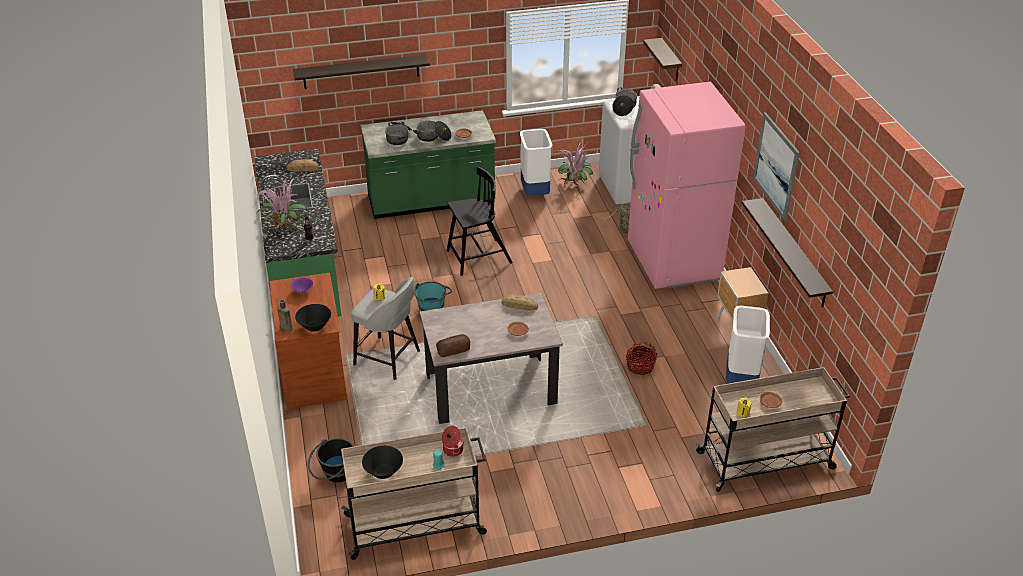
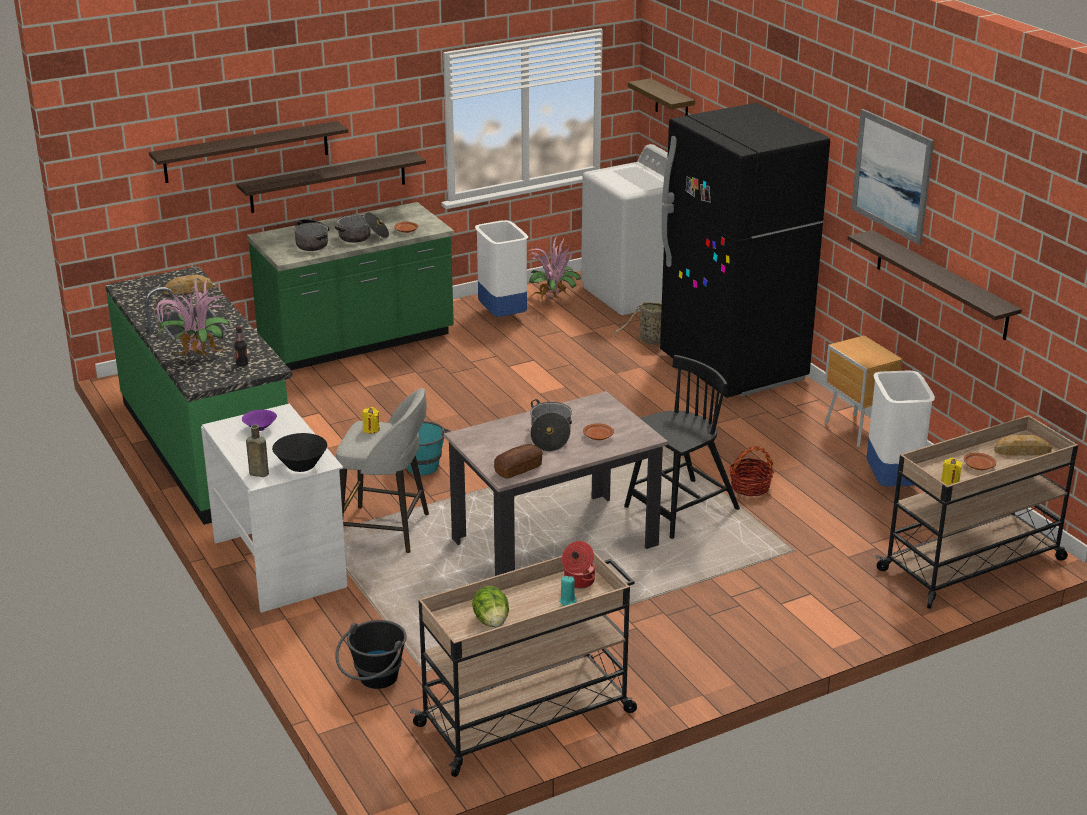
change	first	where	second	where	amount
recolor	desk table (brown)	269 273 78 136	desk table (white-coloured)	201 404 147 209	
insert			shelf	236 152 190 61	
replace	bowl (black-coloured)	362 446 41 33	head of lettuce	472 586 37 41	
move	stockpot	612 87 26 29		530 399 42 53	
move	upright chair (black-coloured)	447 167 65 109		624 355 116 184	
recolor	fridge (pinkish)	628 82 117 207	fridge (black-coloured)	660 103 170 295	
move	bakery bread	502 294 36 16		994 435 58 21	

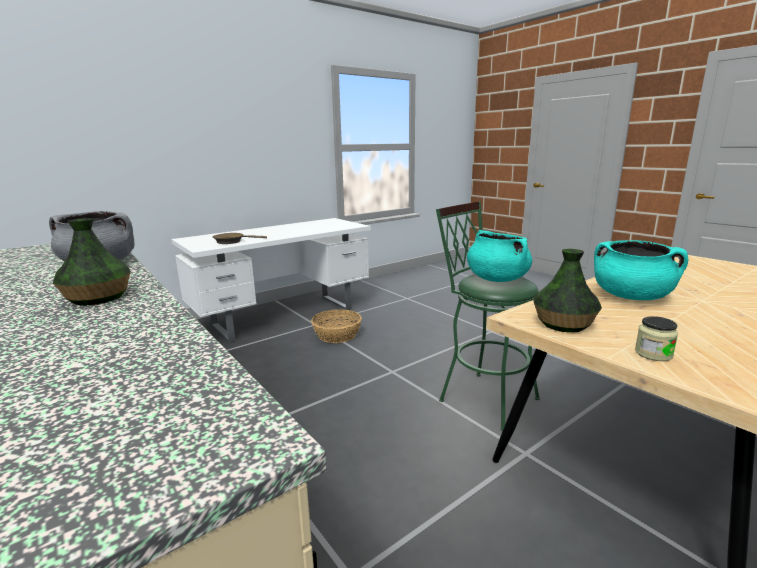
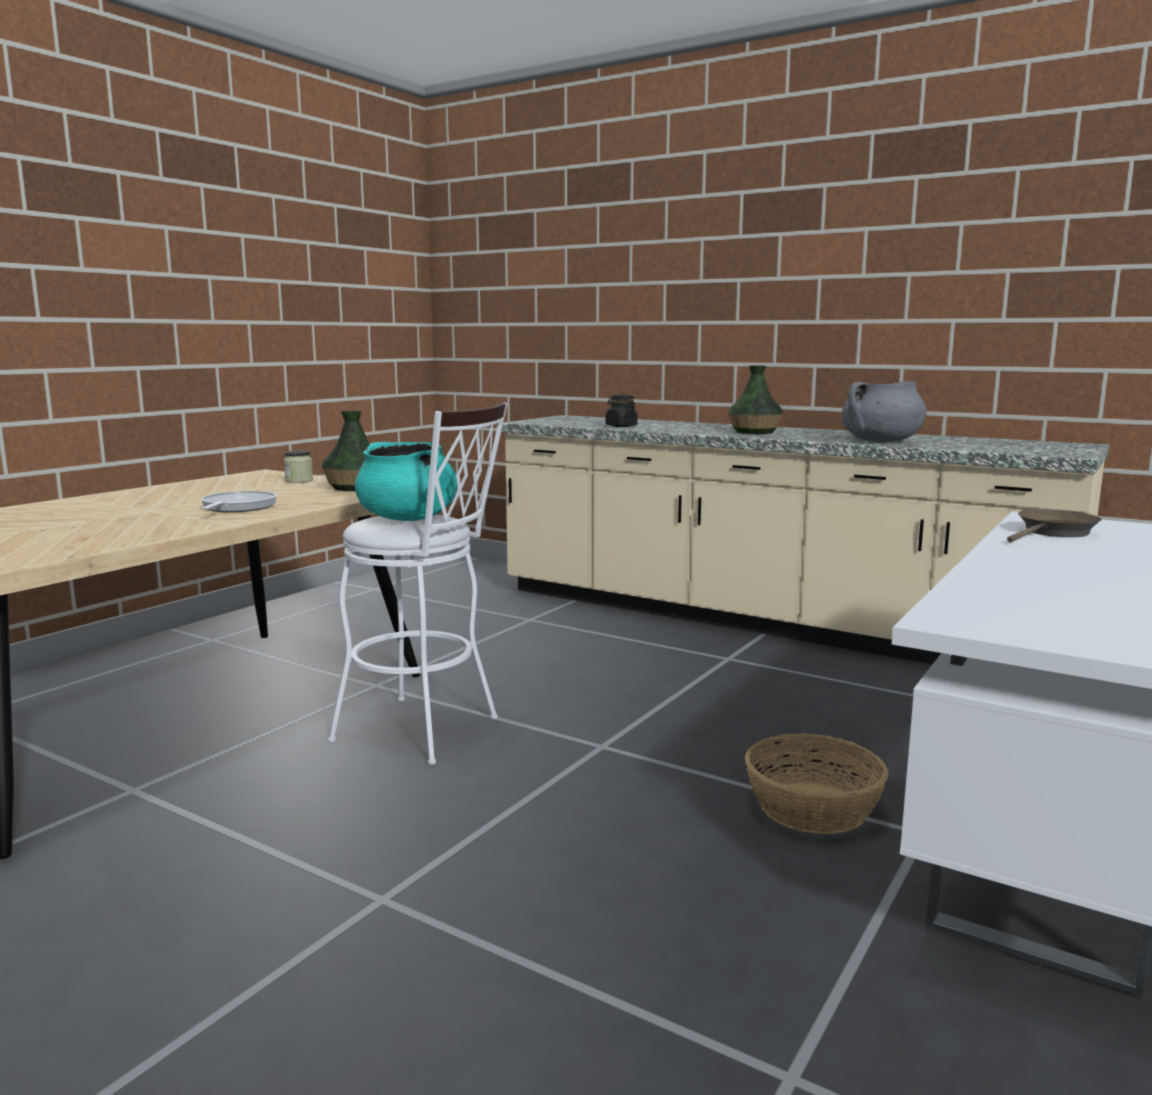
change	first	where	second	where	amount
replace	stockpot (turquoise-coloured)	594 240 94 60	pan	201 491 76 21	
recolor	stool seat (green-coloured)	436 201 104 230	stool seat (white-coloured)	328 402 179 363	
insert			jar (black-coloured)	605 395 33 32	

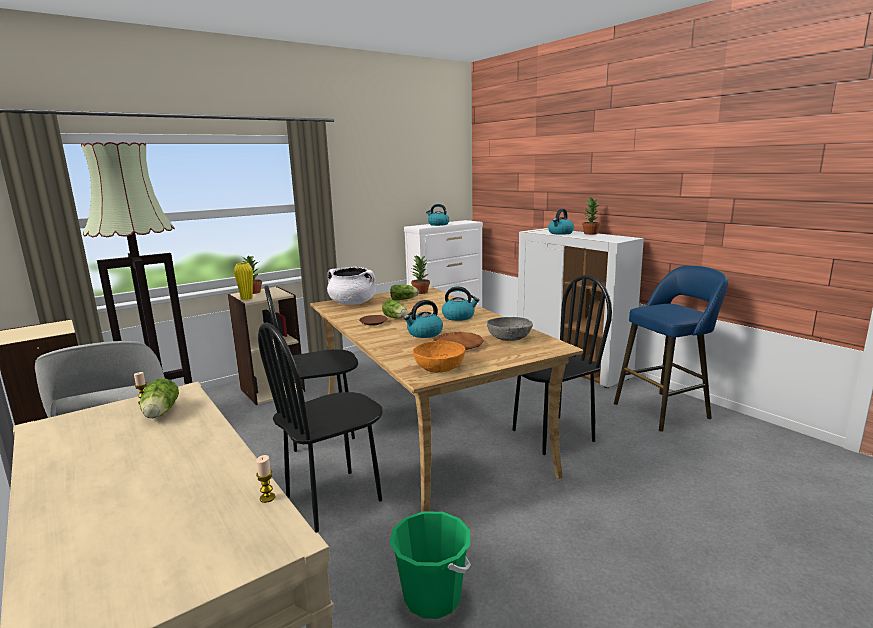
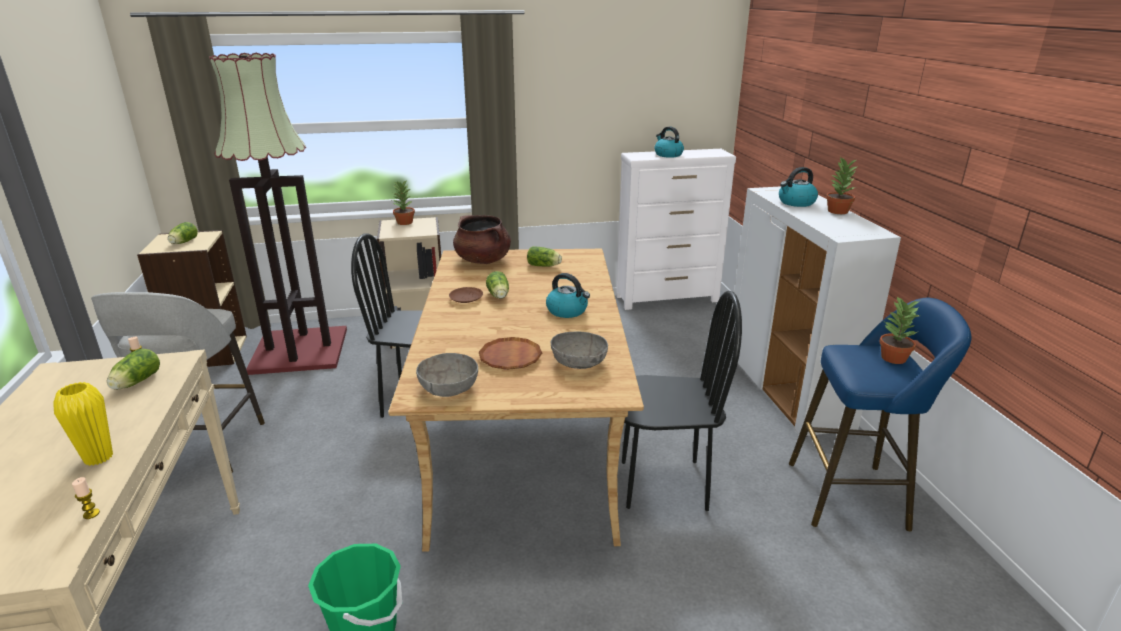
change	first	where	second	where	amount
move	decorative vase (yellow)	234 263 19 37		53 382 60 84	
insert			head of lettuce	168 222 30 22	
recolor	bowl (orange)	413 341 52 32	bowl (gray)	416 353 62 44	
recolor	stockpot (white-coloured)	327 267 49 38	stockpot (brown)	453 215 58 49	
move	houseplant	411 255 19 39		879 297 40 67	
delete	upright chair (black-coloured)	258 323 125 209			
delete	water kettle	404 300 39 38			

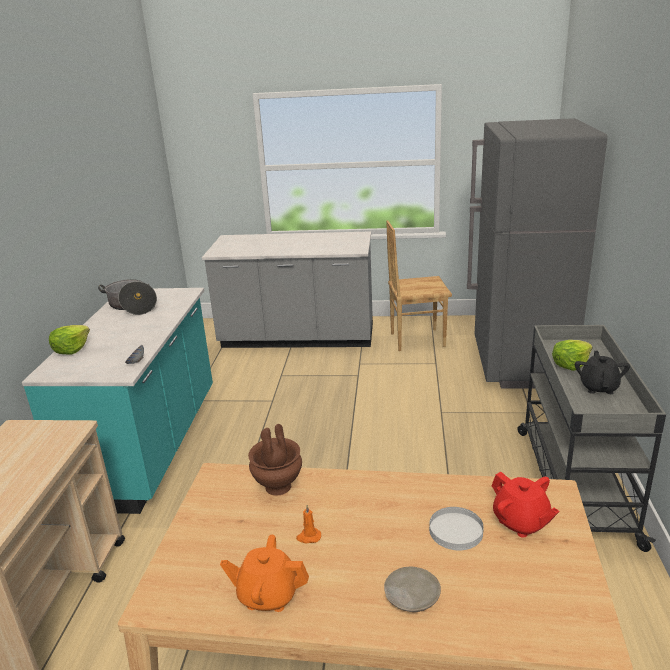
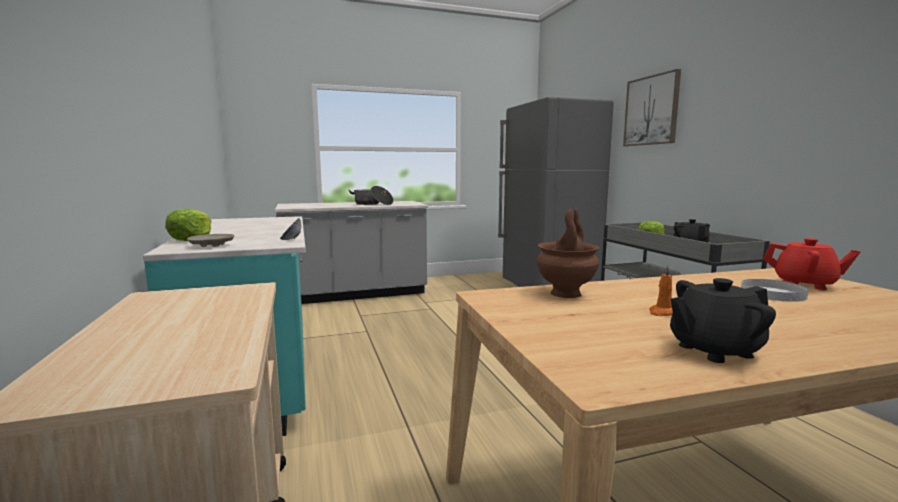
change	first	where	second	where	amount
move	plate (beige)	384 567 57 45		187 234 47 13	
move	stockpot	98 279 59 36		349 186 45 19	
insert			picture	623 69 58 77	
recolor	teapot (orange)	220 535 89 77	teapot (black-coloured)	670 278 106 85	
delete	upright chair (brown)	386 220 66 131			

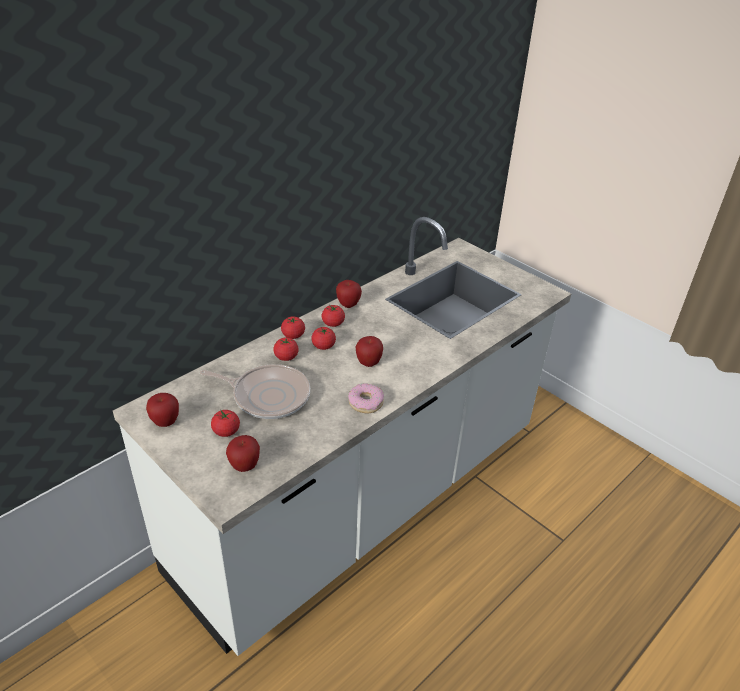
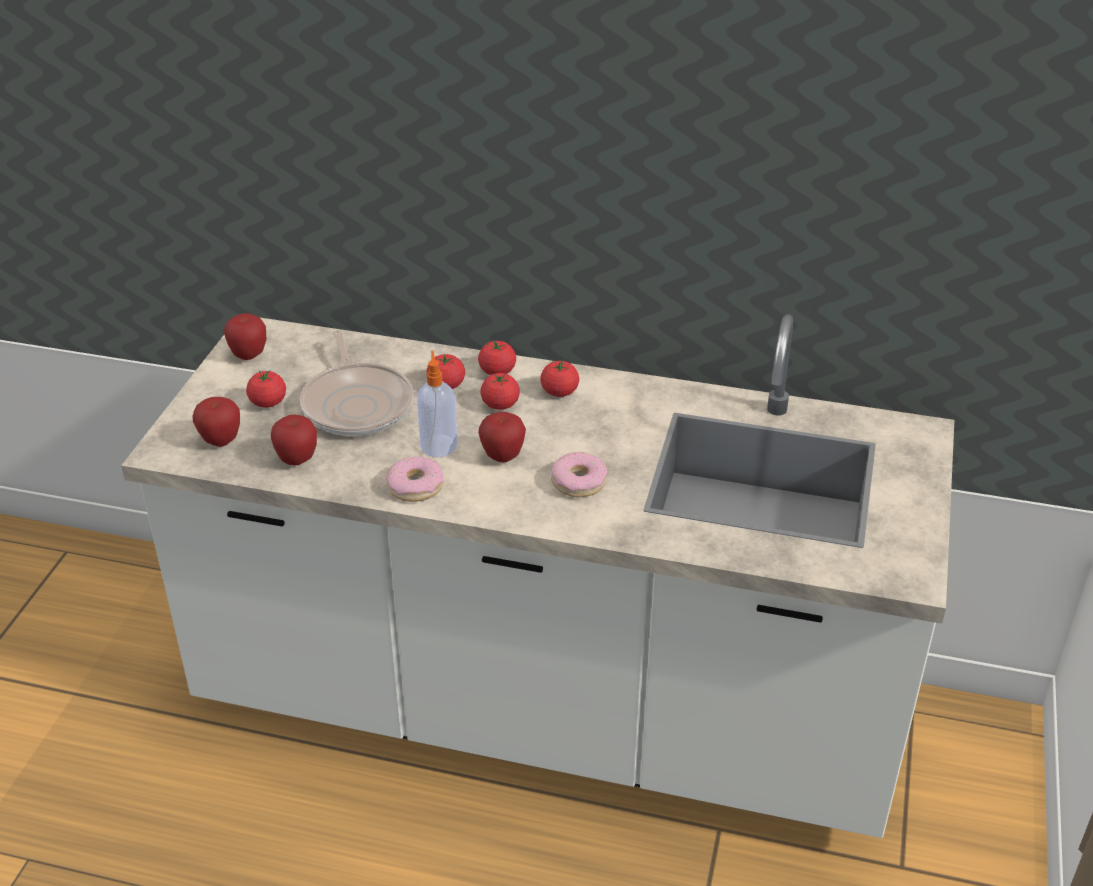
change	first	where	second	where	amount
move	apple	336 280 26 28		271 415 46 50	
insert			soap dispenser	417 351 40 106	
insert			donut	551 452 57 45	

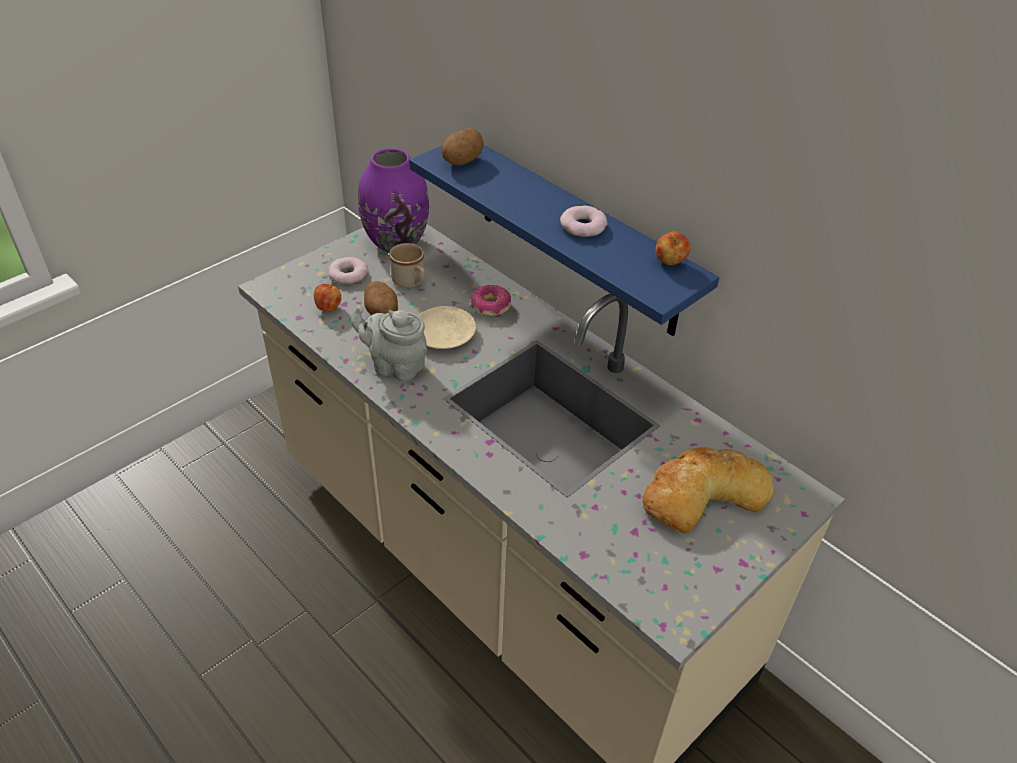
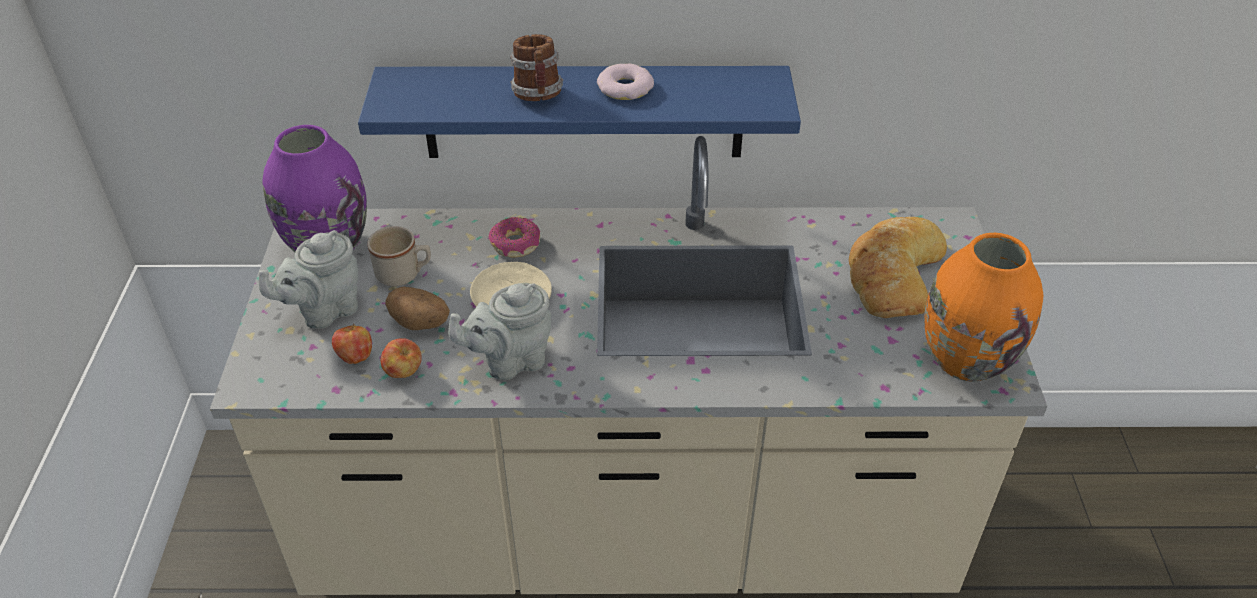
change	first	where	second	where	amount
replace	donut	328 257 40 27	teapot (gray)	259 230 99 99	
move	apple	656 231 35 34		381 338 41 40	
insert			tea mug	510 34 53 67	
insert			decorative vase (orange)	924 233 119 149	
delete	spud	441 128 43 37			

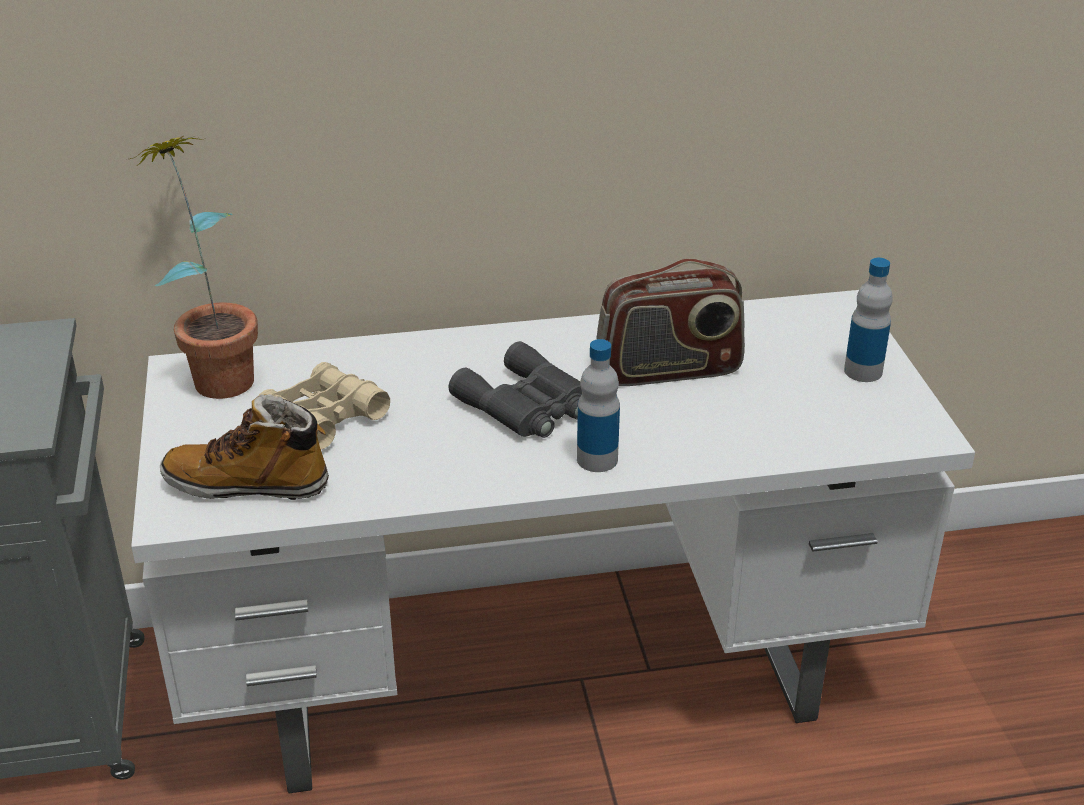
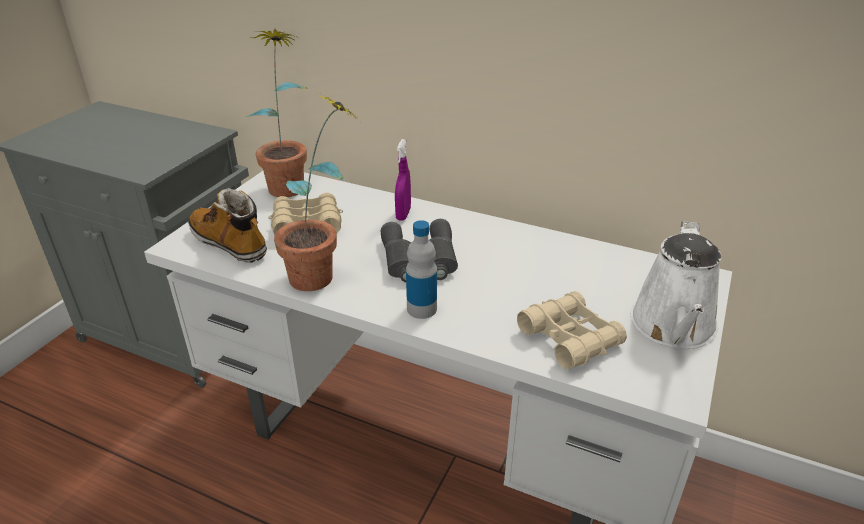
change	first	where	second	where	amount
insert			houseplant	274 93 85 198	
insert			sprayer (purplish)	395 139 16 82	
insert			pair of binoculars (beige)	517 291 110 78	
replace	drink bottle	844 258 49 124	sprinkling can (white-coloured)	630 221 91 128	
delete	radio set	596 258 149 128			

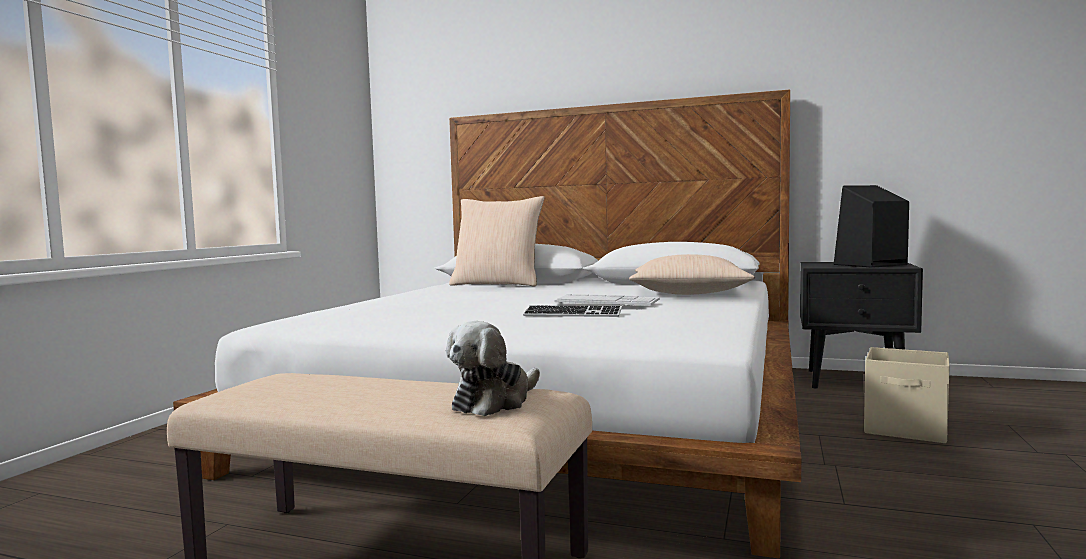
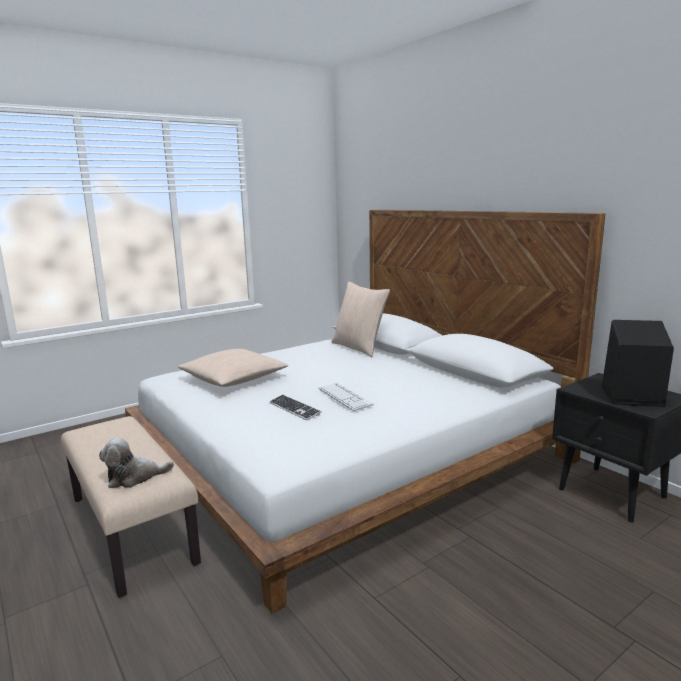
change	first	where	second	where	amount
move	throw pillow (beige)	629 254 126 41		178 349 111 38	
delete	storage bin (beige)	864 347 86 96			

